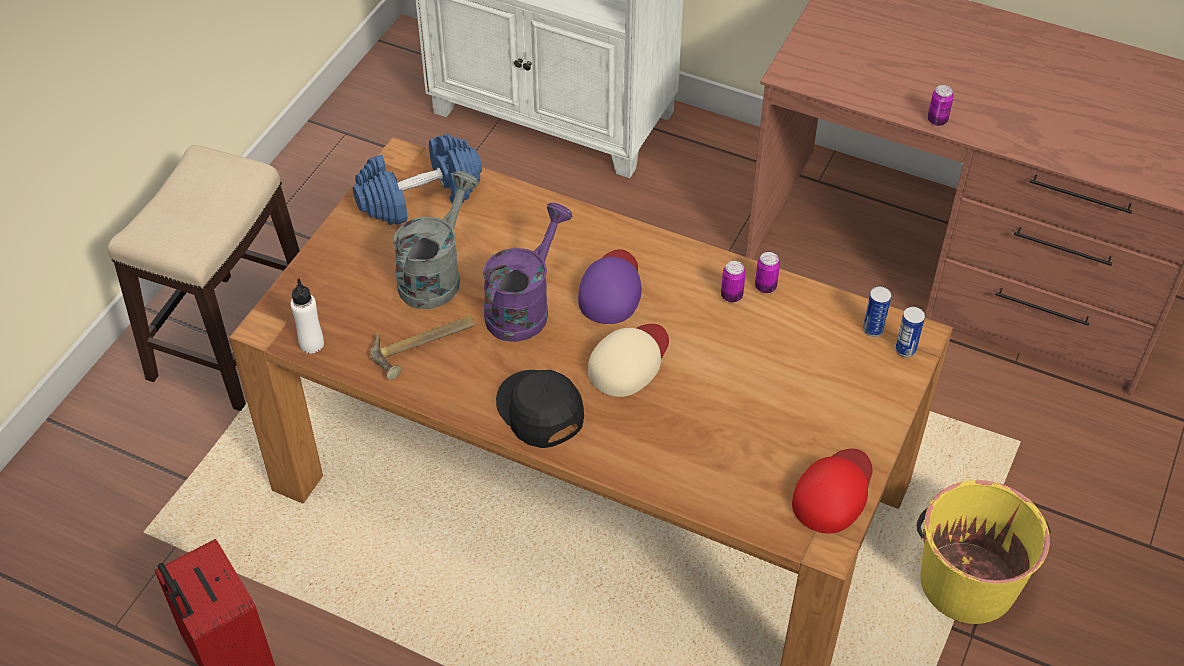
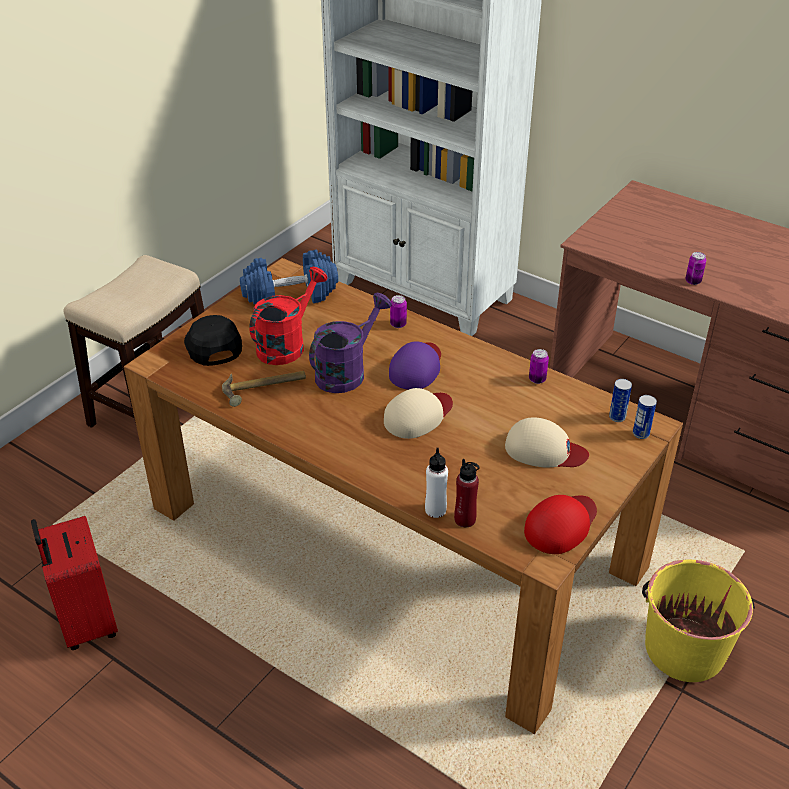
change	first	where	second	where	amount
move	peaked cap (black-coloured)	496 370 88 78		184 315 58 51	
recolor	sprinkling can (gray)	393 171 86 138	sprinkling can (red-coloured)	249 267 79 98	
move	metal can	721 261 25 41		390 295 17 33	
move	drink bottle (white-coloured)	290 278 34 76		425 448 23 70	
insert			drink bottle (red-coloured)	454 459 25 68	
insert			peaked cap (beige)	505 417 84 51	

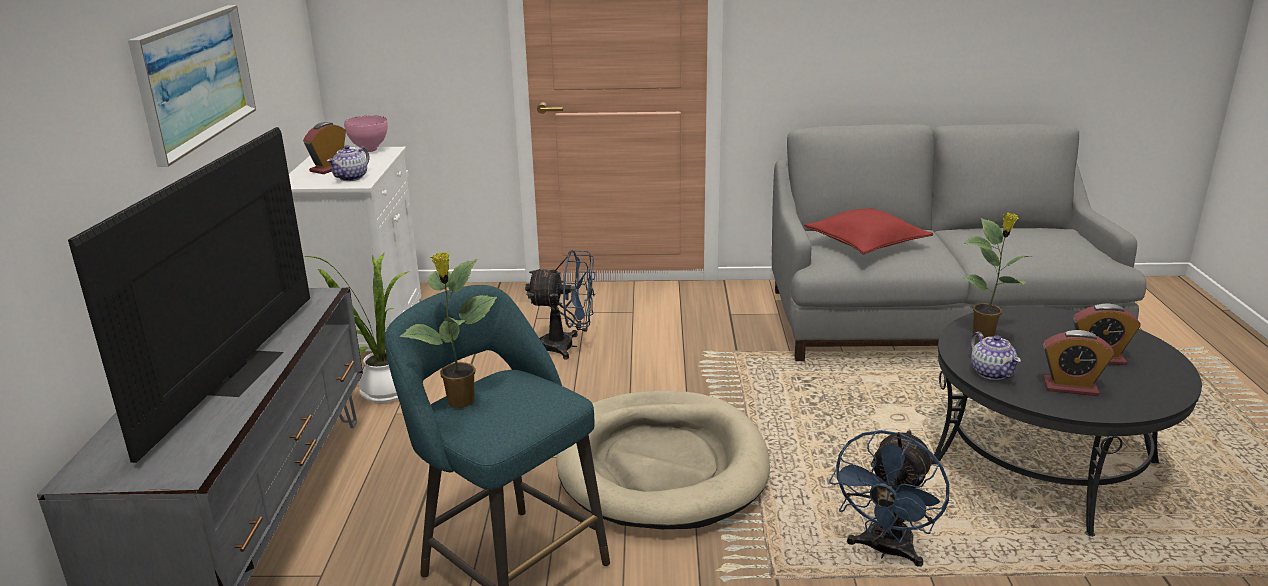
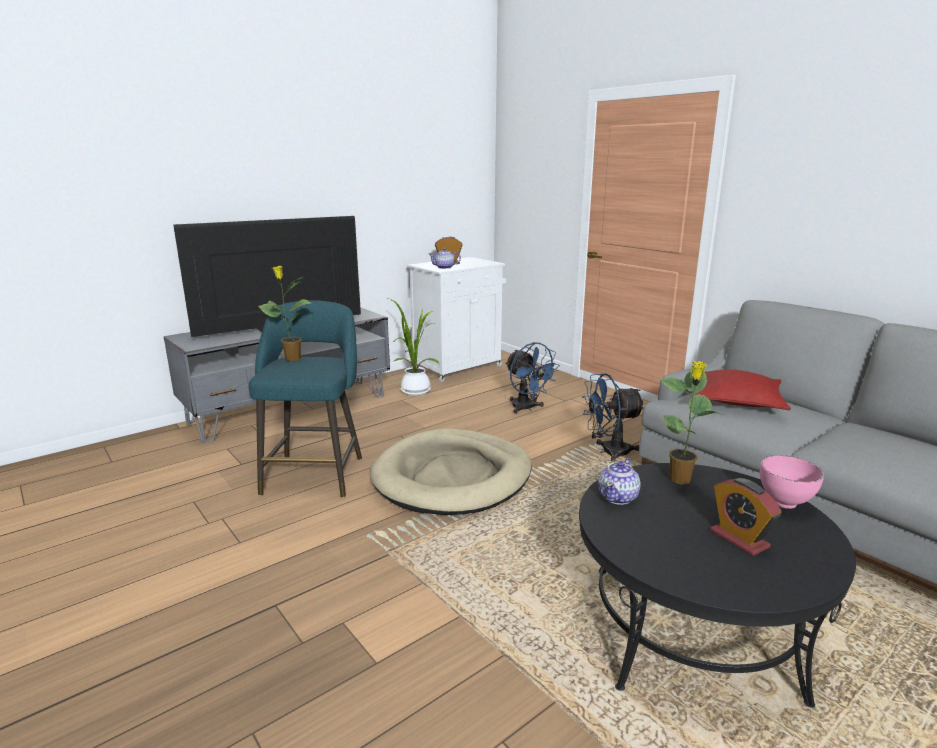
change	first	where	second	where	amount
move	electric fan (blue-coloured)	829 430 120 137		582 373 62 89	
move	bowl (pinkish)	344 115 44 37		760 455 64 54	
delete	picture	128 5 128 162			
delete	table clock	1043 330 71 66			

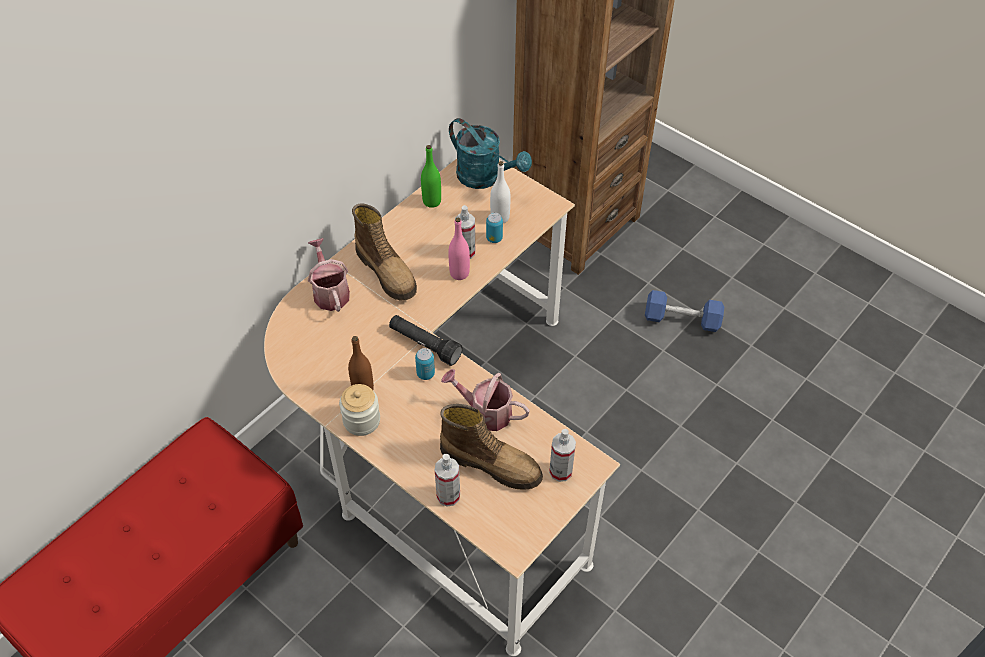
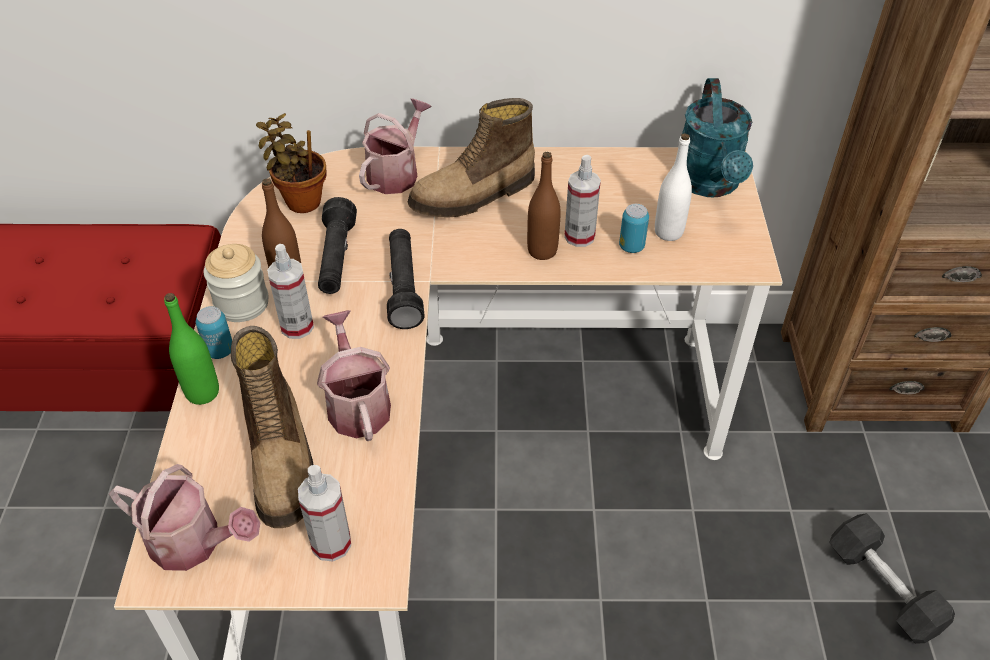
change	first	where	second	where	amount
insert			sprinkling can	109 464 151 107	
move	drink bottle (green-coloured)	421 145 20 63		164 293 55 112	
move	metal can	415 348 20 32		196 306 36 53	
insert			houseplant	256 113 71 100	
move	sprayer	435 454 25 53		267 244 47 95	
insert			flashlight (black-coloured)	318 197 39 97	
rotate	high-top boot	352 204 65 96		408 98 127 120	45 degrees clockwise
recolor	drink bottle (pinkish)	448 217 22 63	drink bottle (brown)	527 152 34 108	
recolor	free weight (blue-coloured)	645 290 79 42	free weight (black-coloured)	829 513 126 131	

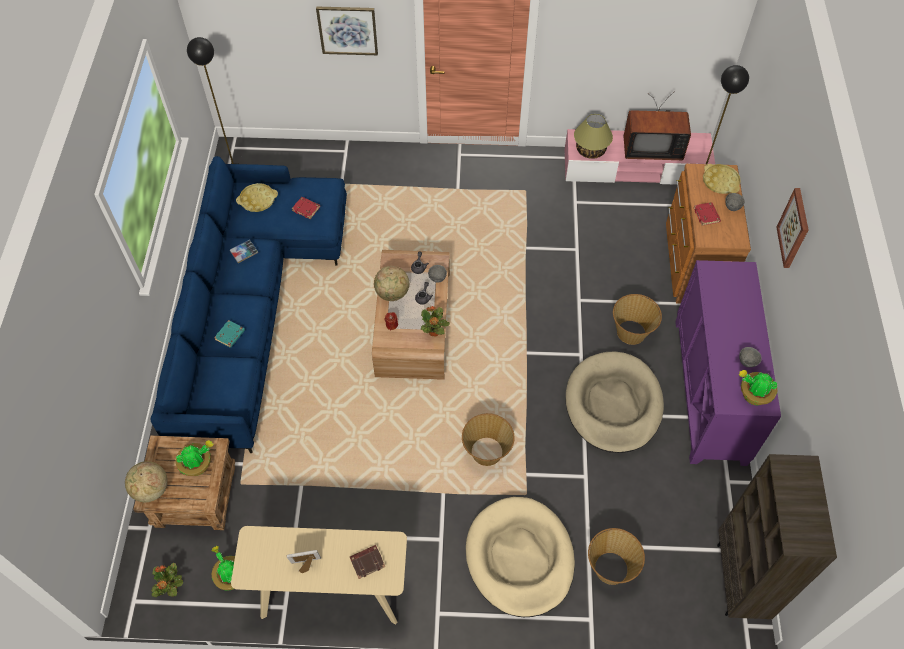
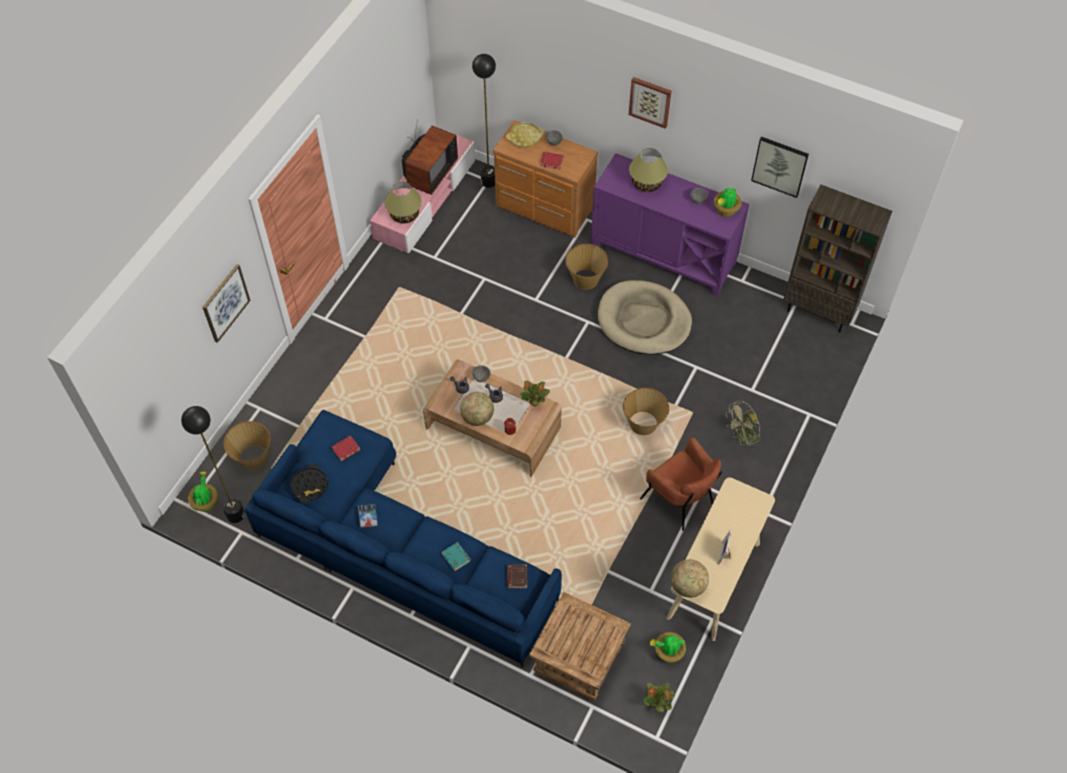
change	first	where	second	where	amount
move	houseplant	175 440 38 36		188 471 30 41	
move	basket	588 528 57 57		223 421 48 49	
recolor	carrying tray (yellow)	236 183 42 29	carrying tray (black-coloured)	290 464 38 39	
move	volume (brown)	350 545 35 34		507 564 21 24	
insert			tabletop lamp	629 148 39 44	
insert			lounge chair (brown)	640 437 82 94	
move	globe	125 461 43 41		671 559 38 39	
replace	dog bed (beige)	466 497 109 120	electric fan (green-coloured)	726 401 36 49	
insert			picture	751 137 58 61	

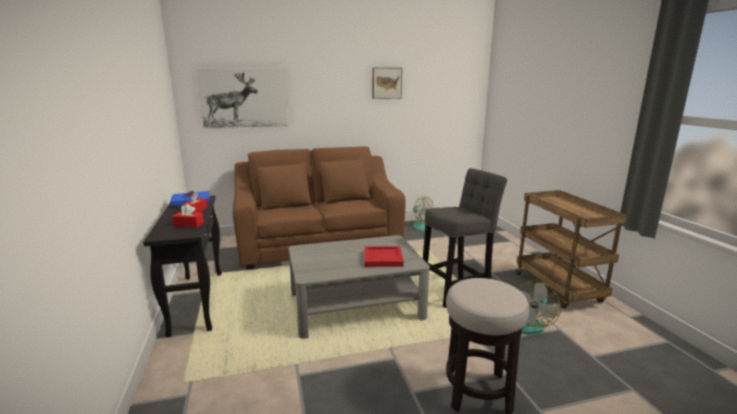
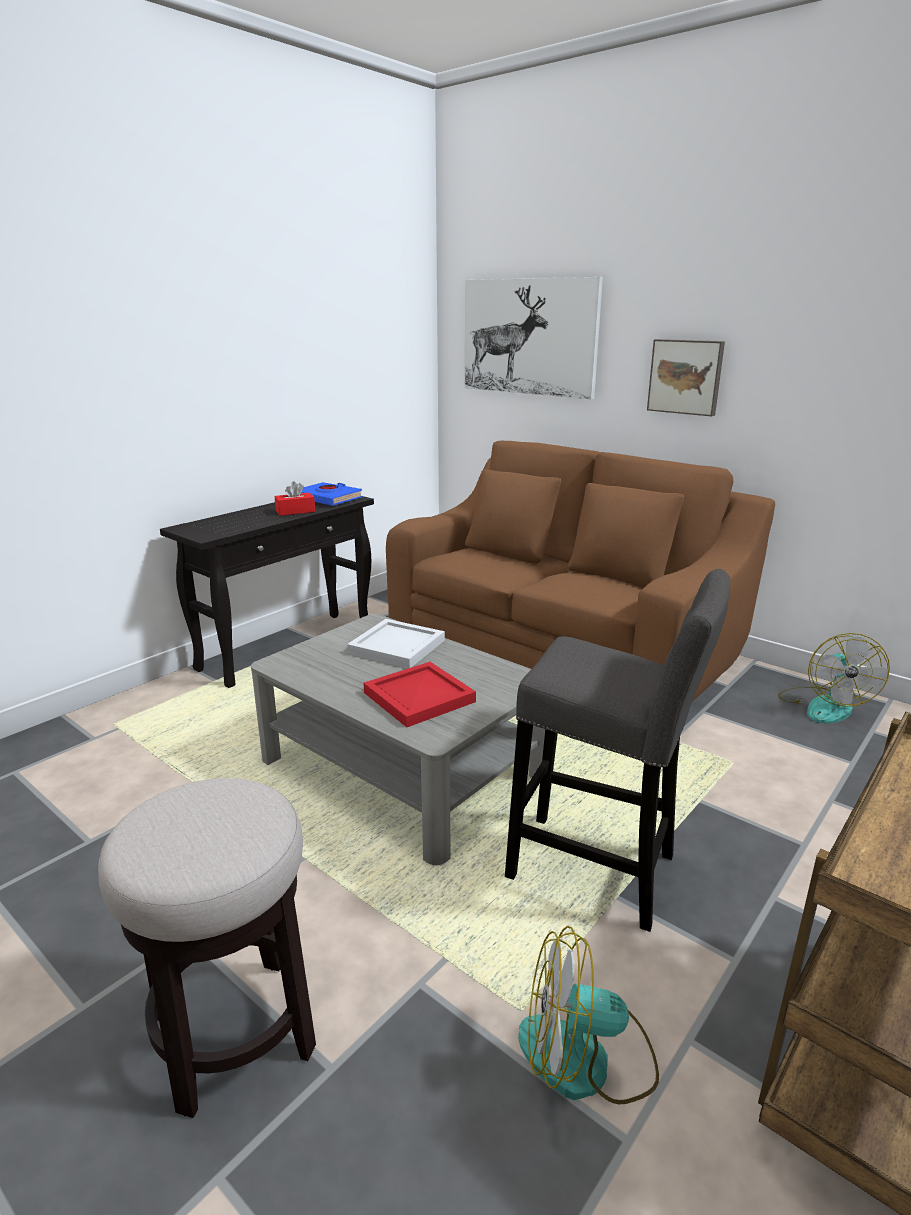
change	first	where	second	where	amount
insert			carrying tray (white-coloured)	347 619 98 49	
move	picture	372 68 30 31		647 339 78 78	
delete	box of tissues (red-coloured)	172 204 32 24			

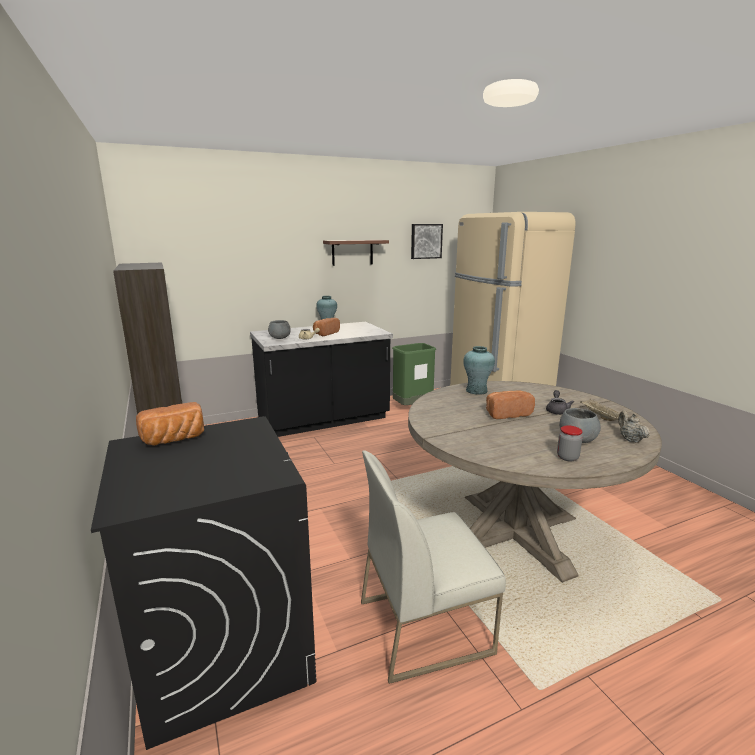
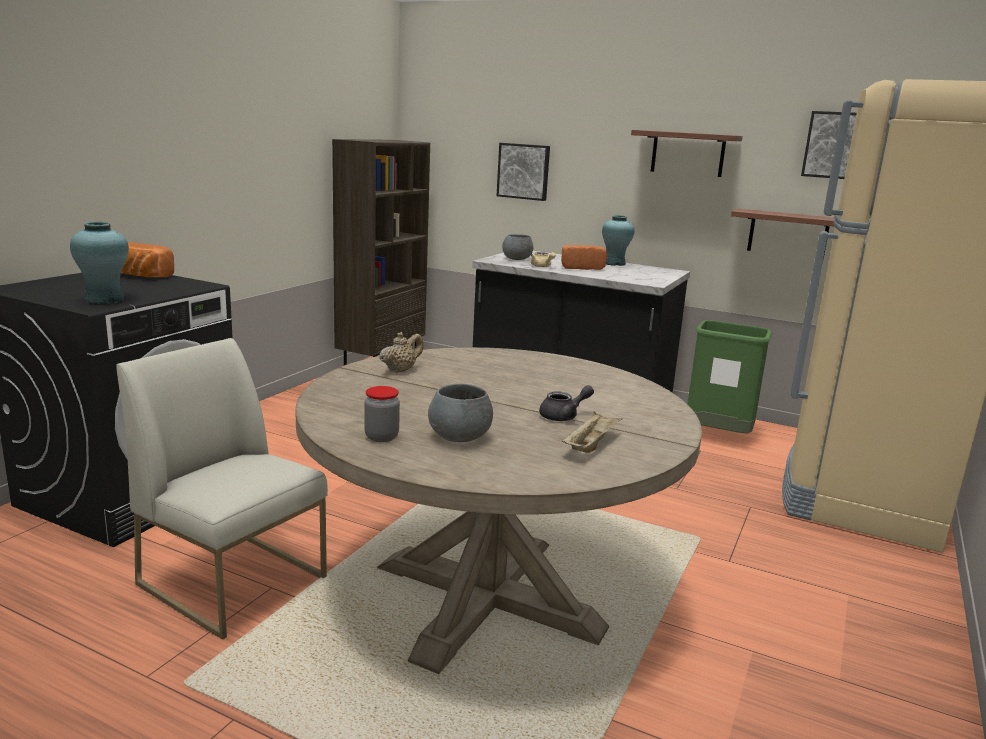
change	first	where	second	where	amount
move	decorative vase (turquoise-coloured)	463 346 32 49		70 221 59 84	
move	teapot (beige)	618 410 32 32		379 332 45 41	
insert			picture	496 143 54 58	
insert			shelf	731 209 104 50	
delete	bakery bread	486 390 49 29			

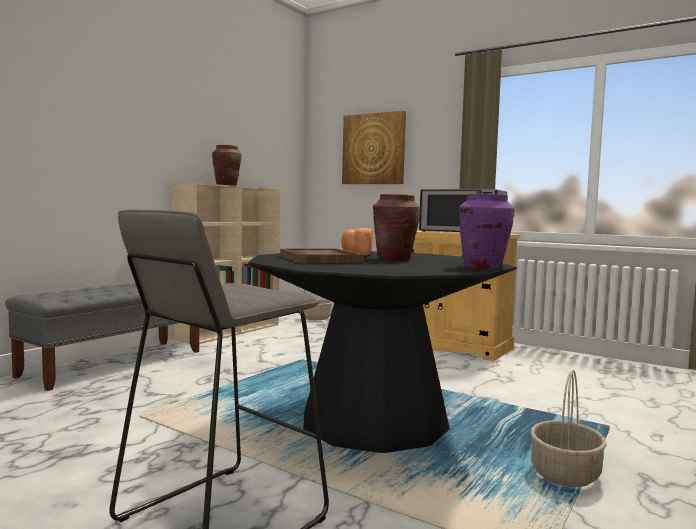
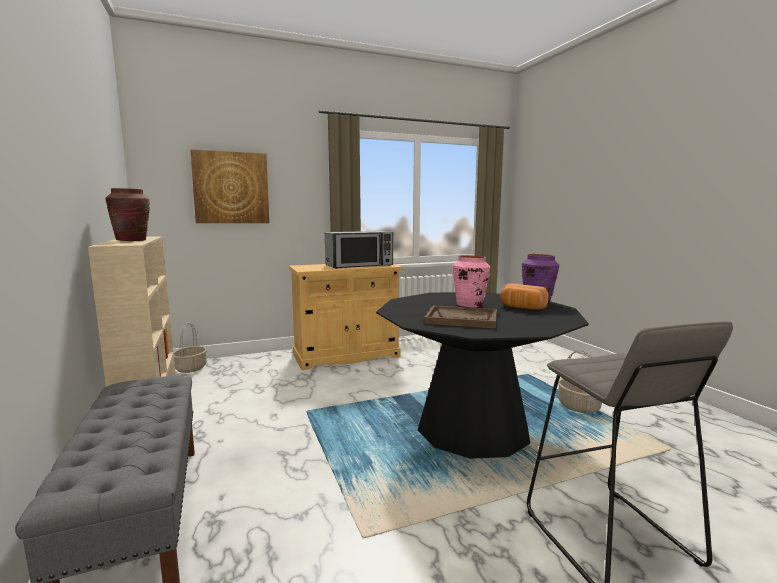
change	first	where	second	where	amount
recolor	decorative vase (brown)	373 194 47 66	decorative vase (pinkish)	453 255 37 53	
move	bakery bread	342 228 31 28		501 284 48 26	

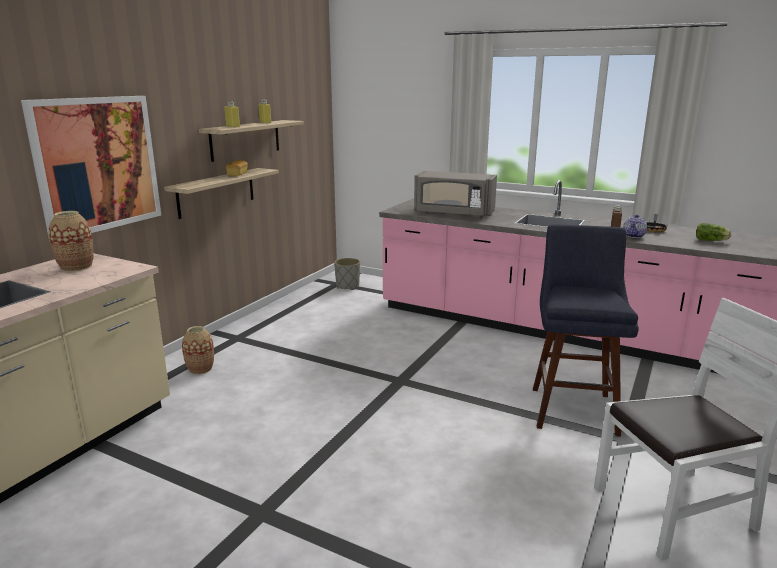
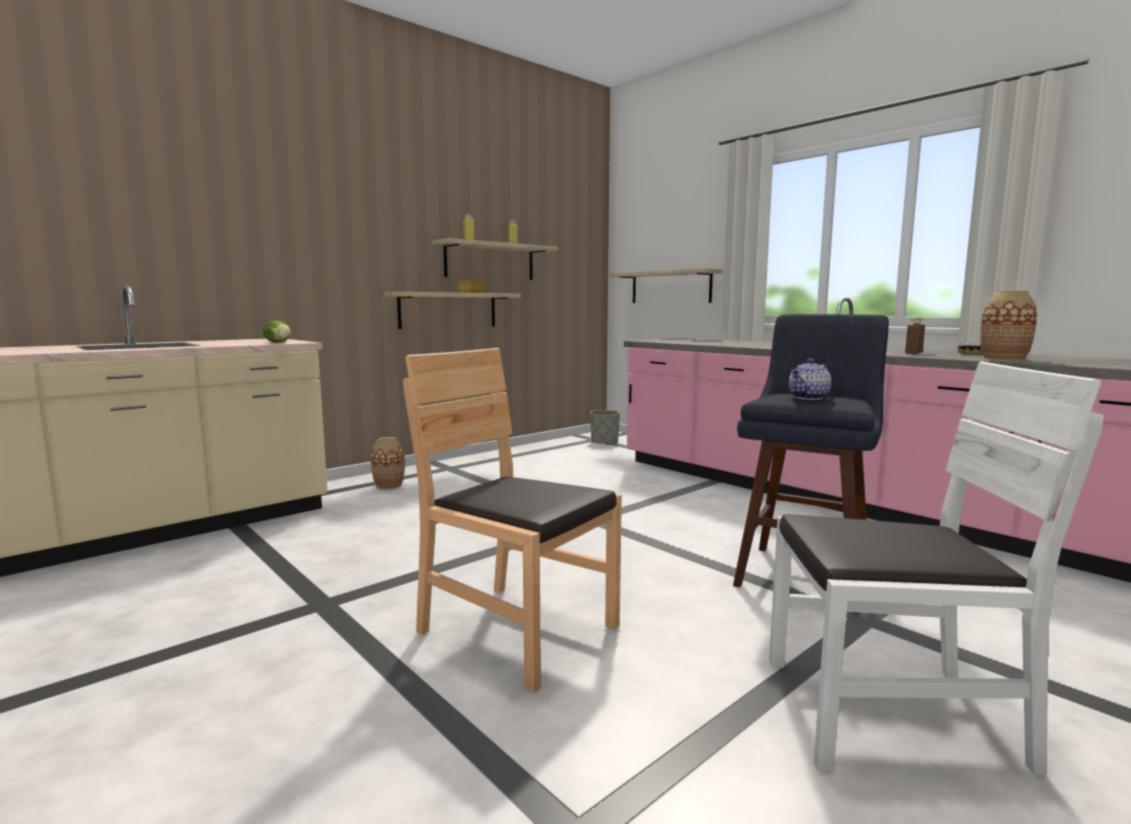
change	first	where	second	where	amount
move	head of lettuce	696 223 35 18		263 320 28 23	
insert			upright chair (brown)	403 348 219 345	
insert			shelf	608 268 115 35	
move	teapot	623 215 24 23		789 359 43 41	
move	decorative vase	49 211 45 61		980 291 57 70	
delete	picture	21 96 140 146			
delete	kitchen microwave (gray)	414 171 83 47			

